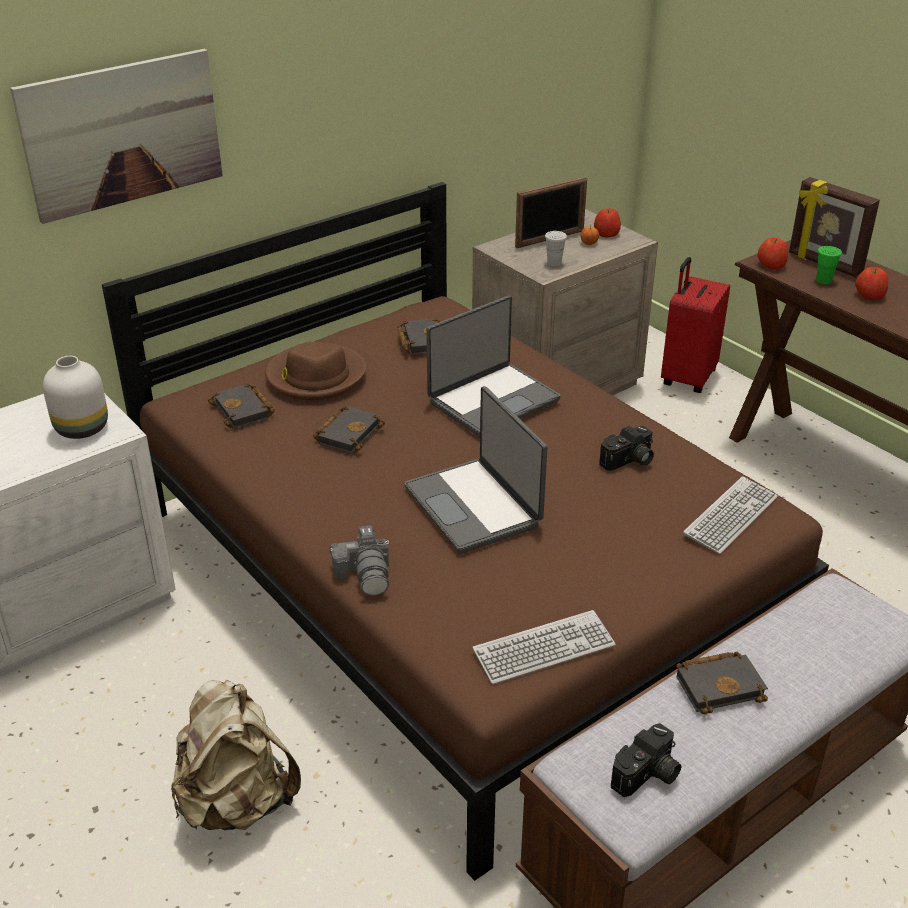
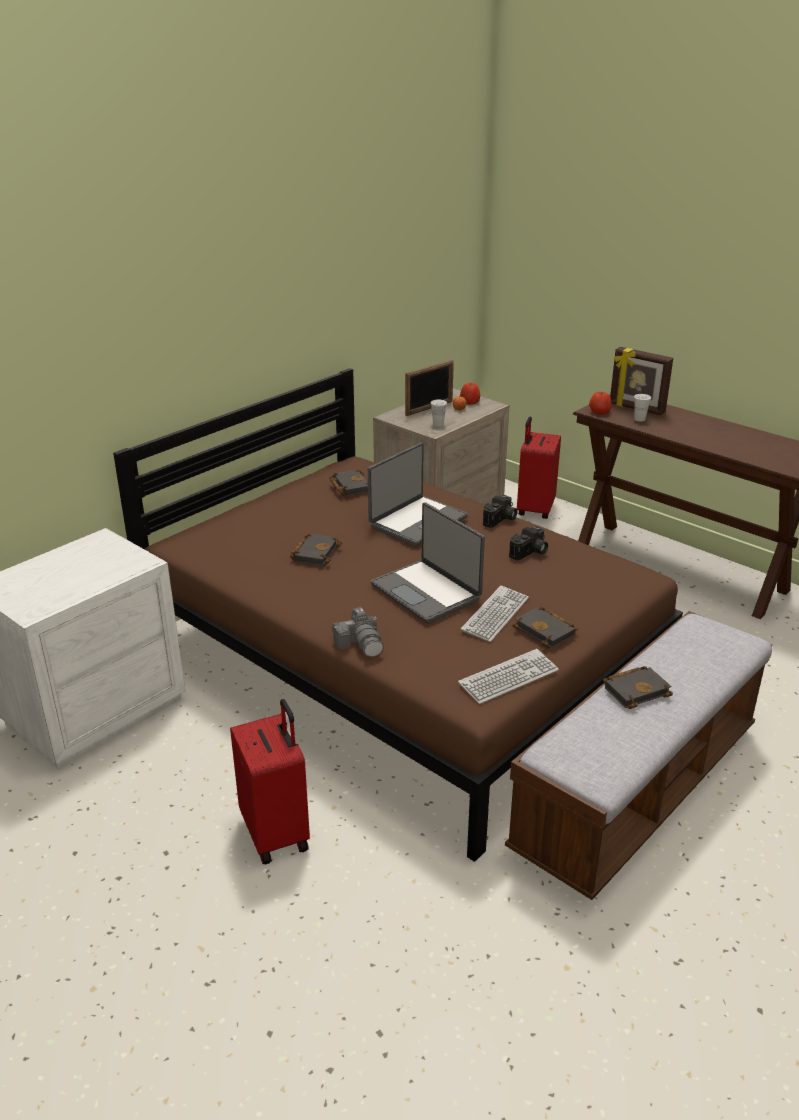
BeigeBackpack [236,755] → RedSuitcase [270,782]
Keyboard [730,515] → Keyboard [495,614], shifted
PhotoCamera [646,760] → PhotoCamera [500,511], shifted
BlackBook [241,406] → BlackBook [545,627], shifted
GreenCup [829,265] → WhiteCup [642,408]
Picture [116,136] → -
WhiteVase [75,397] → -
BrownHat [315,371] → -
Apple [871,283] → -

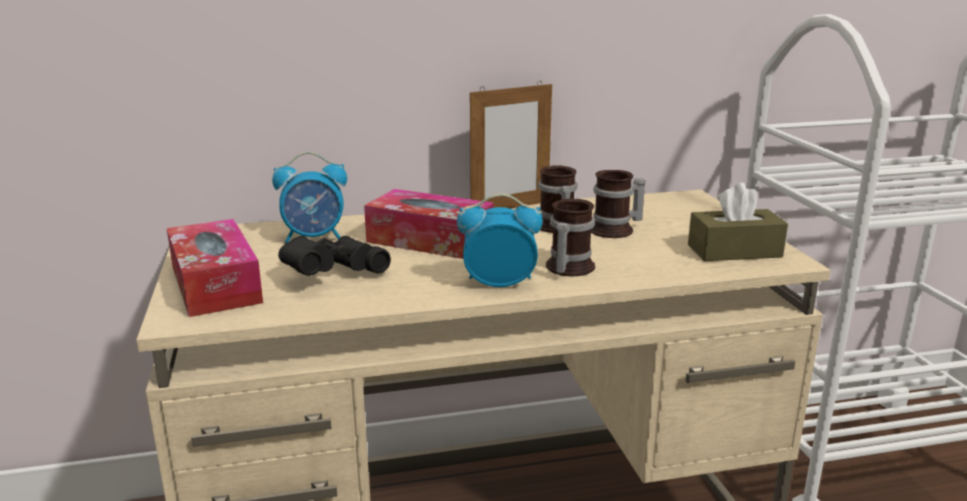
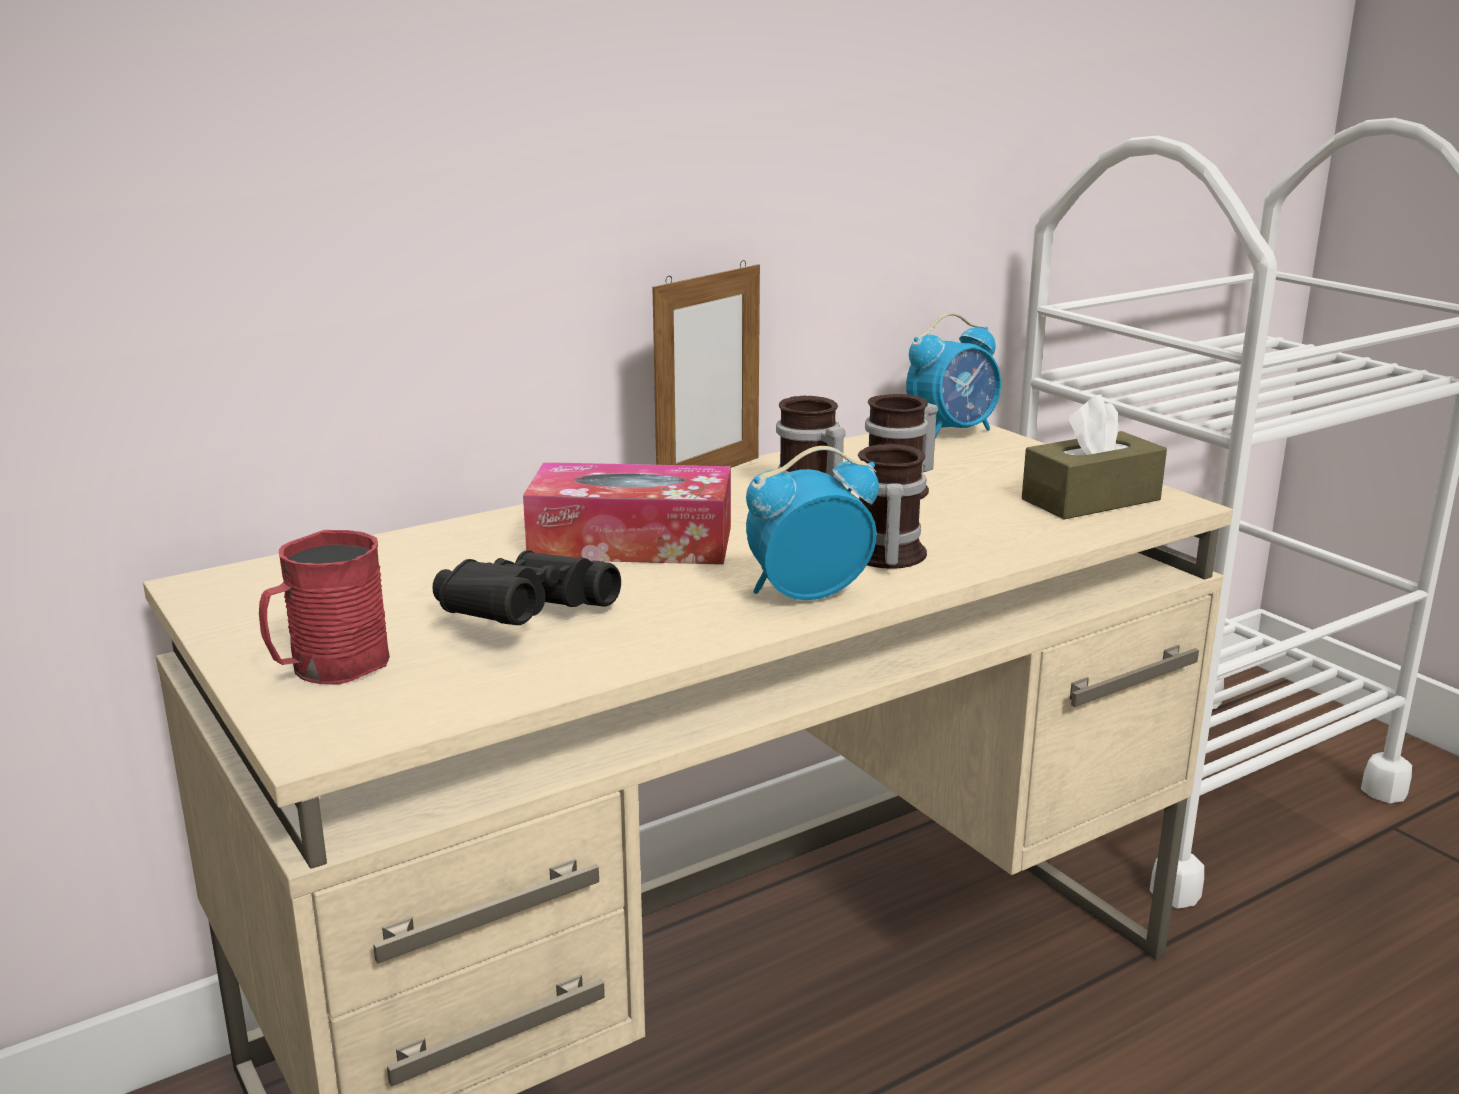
TissueBox [215,268] → RedMug [324,607]
AlarmClock [309,198] → AlarmClock [953,375], shifted

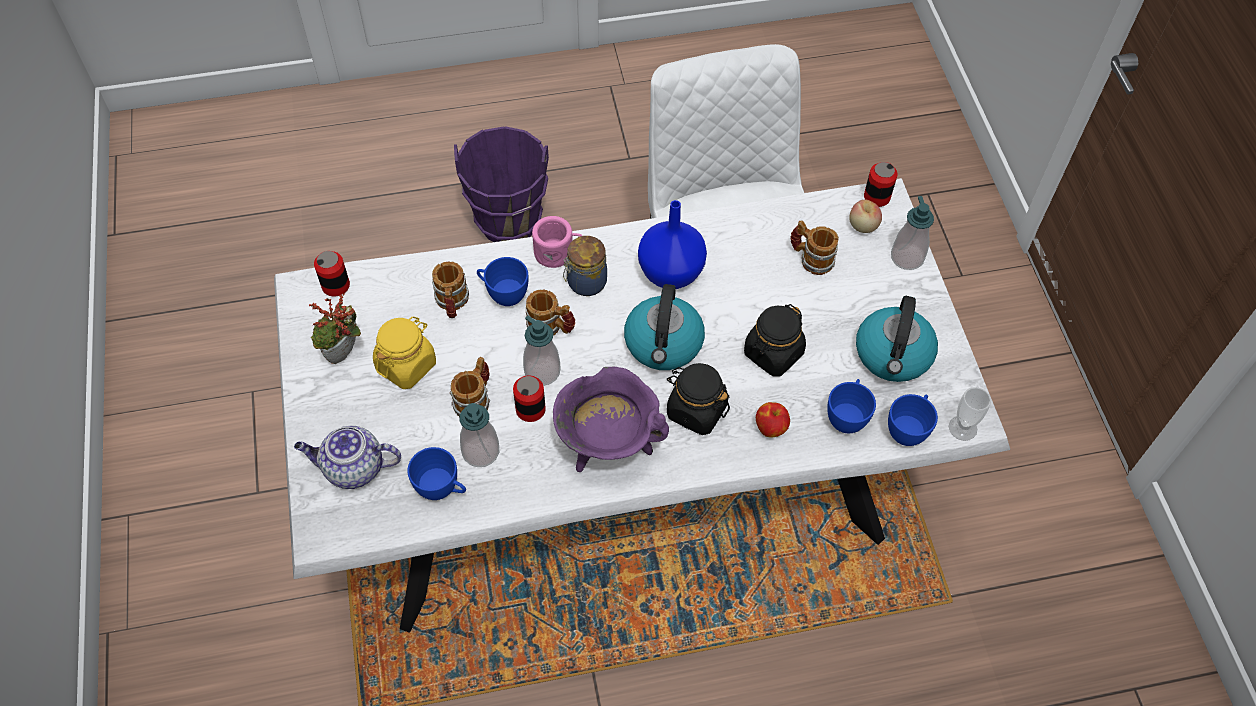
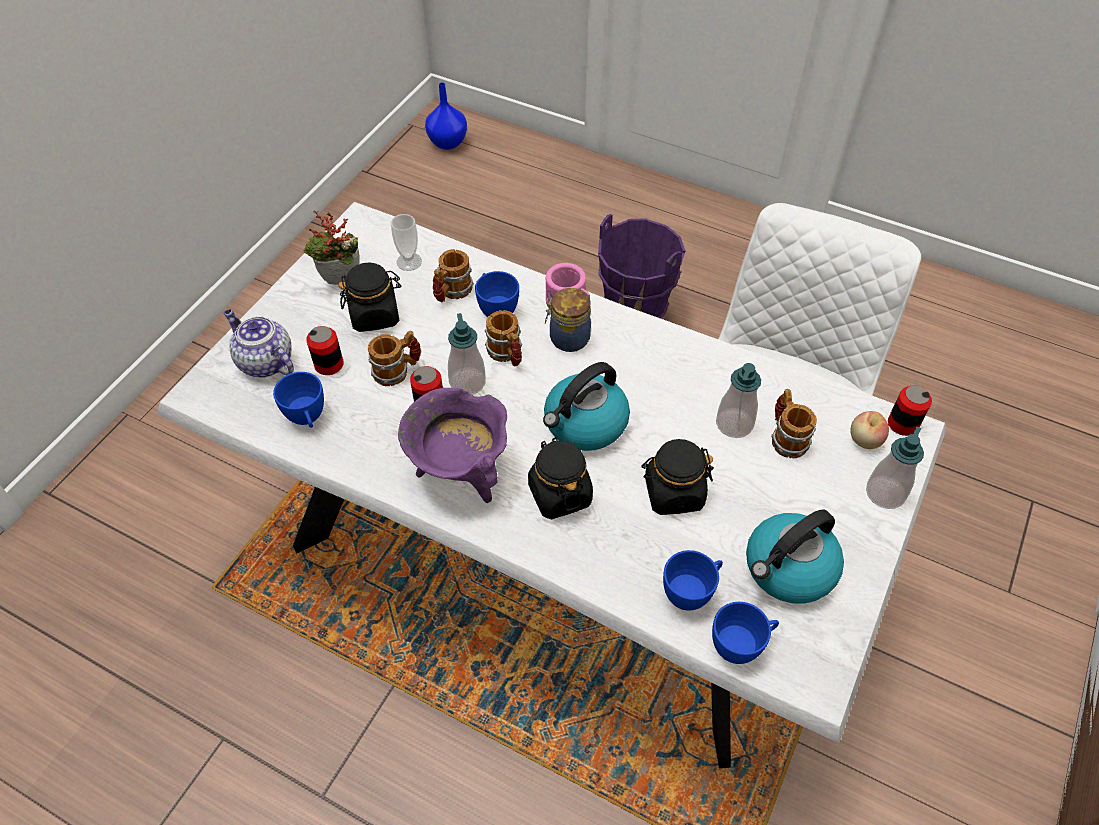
Can [332,274] → Can [325,350], shifted
YellowJar [404,352] → BlackJar [369,297]
Cup [970,414] → Cup [406,242], shifted
BlueVase [672,244] → BlueVase [446,116], shifted
SoapDispenser [479,435] → SoapDispenser [738,400], shifted
Apple [773,419] → -

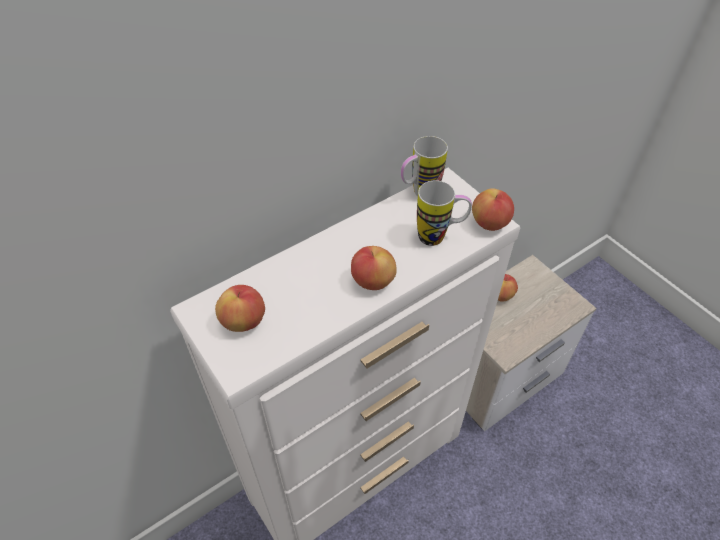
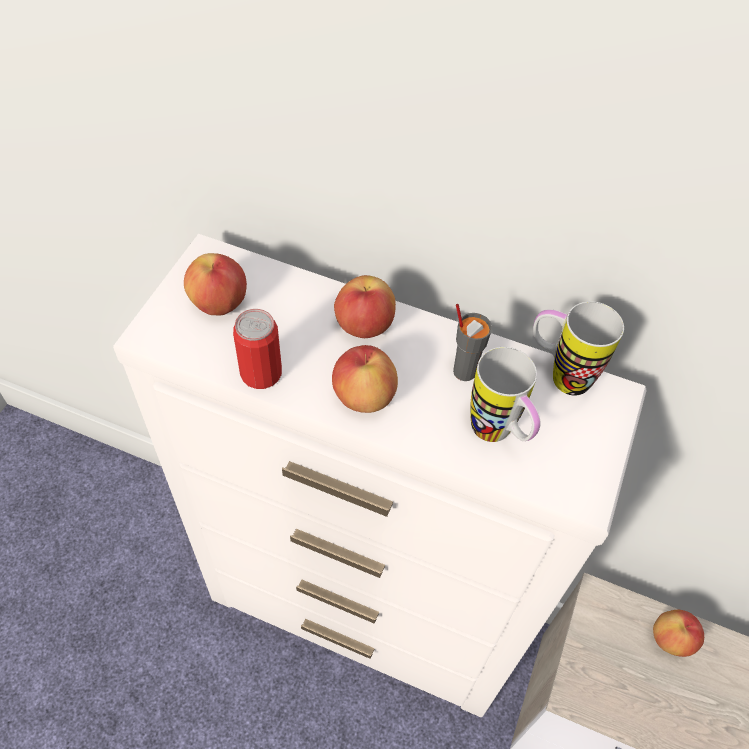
- → Can [257,349]
Apple [493,209] → Apple [365,306], shifted
- → GreyCup [472,342]

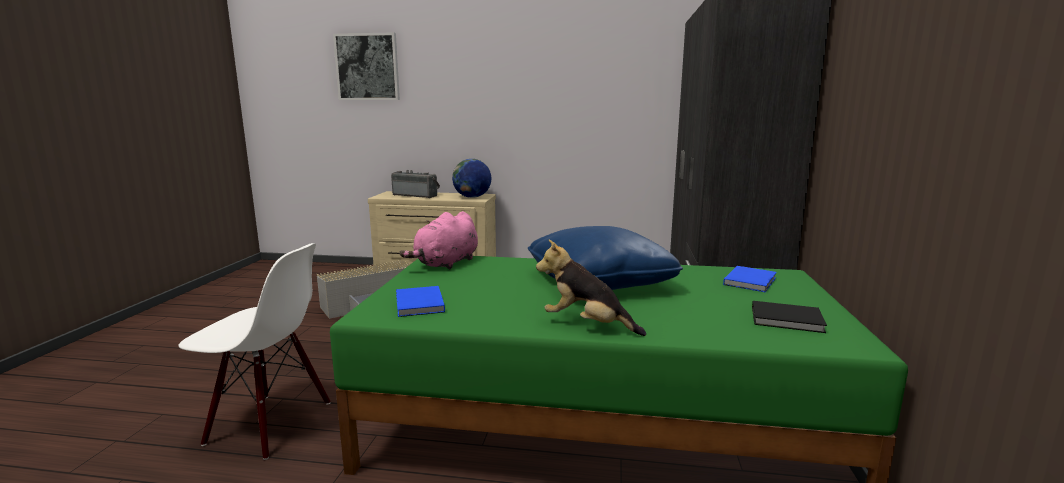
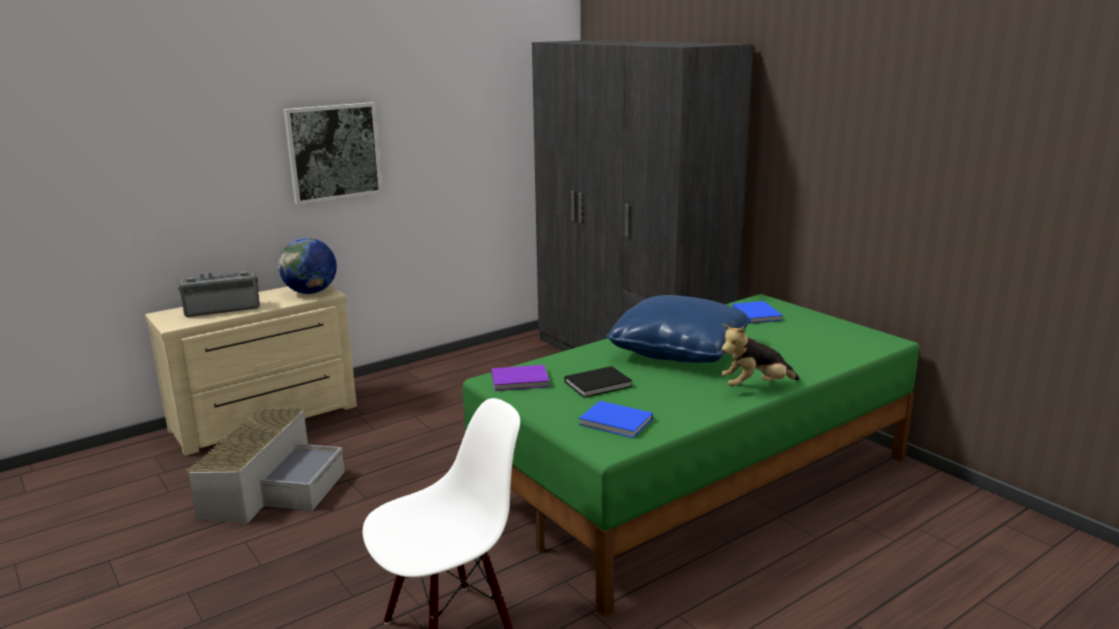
Picture [366,66] → Picture [332,153], shifted
PinkPlushToy [438,240] → PurpleBook [521,378]
BlackBook [789,317] → BlackBook [598,382], shifted

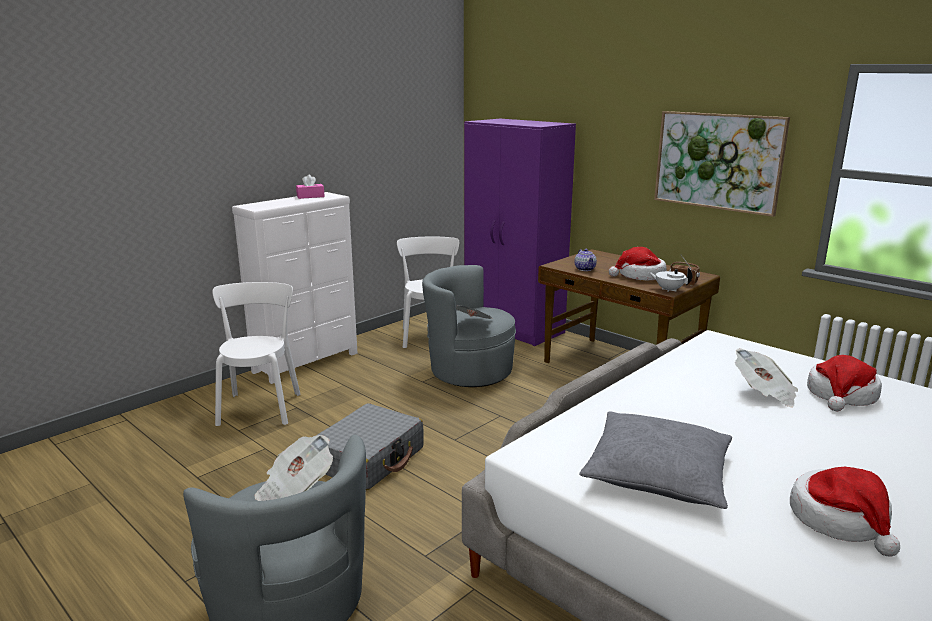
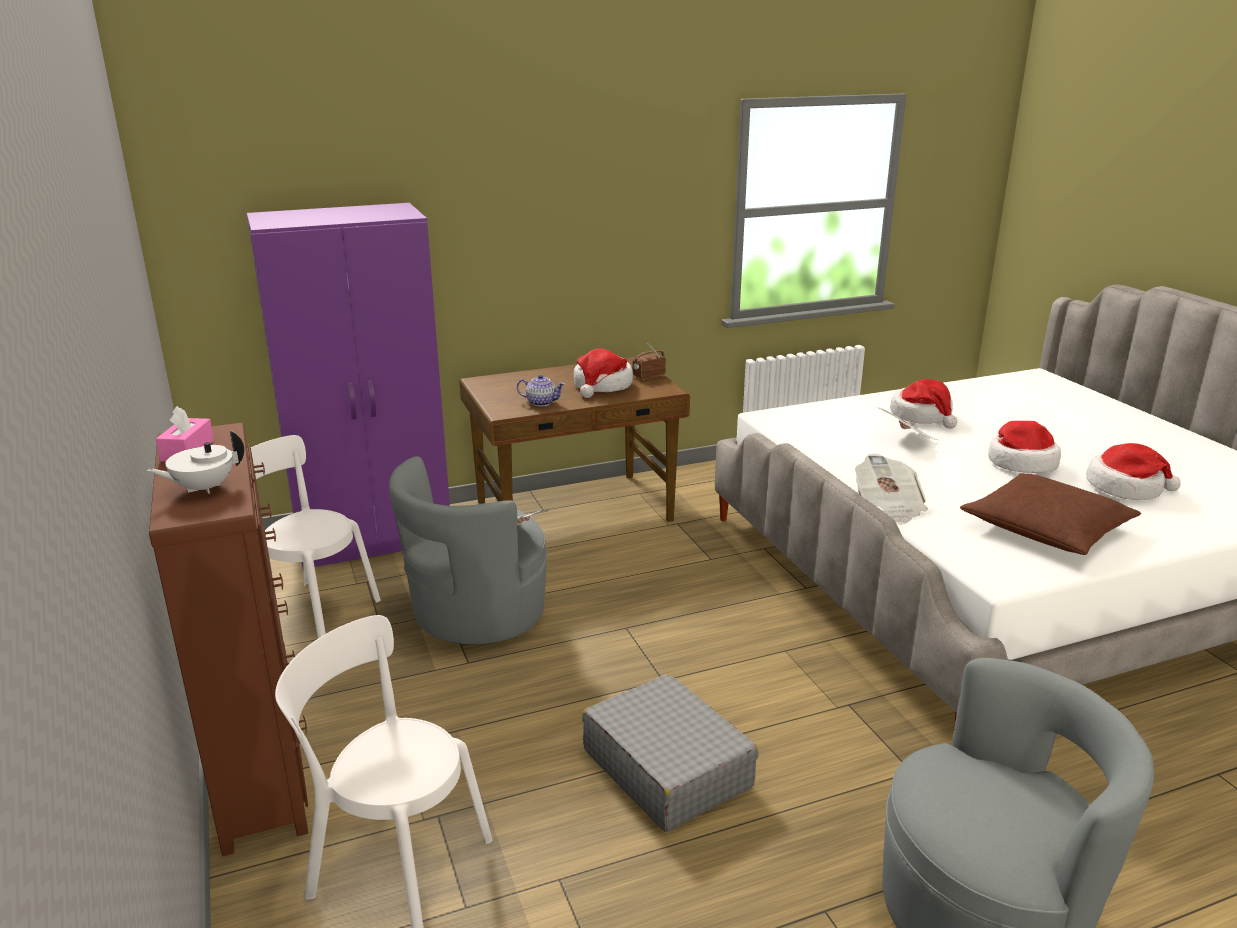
WhiteTeapot [670,279] → WhiteTeapot [195,462], shifted
WhiteDresser [295,288] → BrownDresser [228,639]
Newspaper [293,468] → Newspaper [891,489], shifted
GreyPillow [655,460] → BrownPillow [1050,514]
- → Hat [1024,447]
Picture [722,164] → -

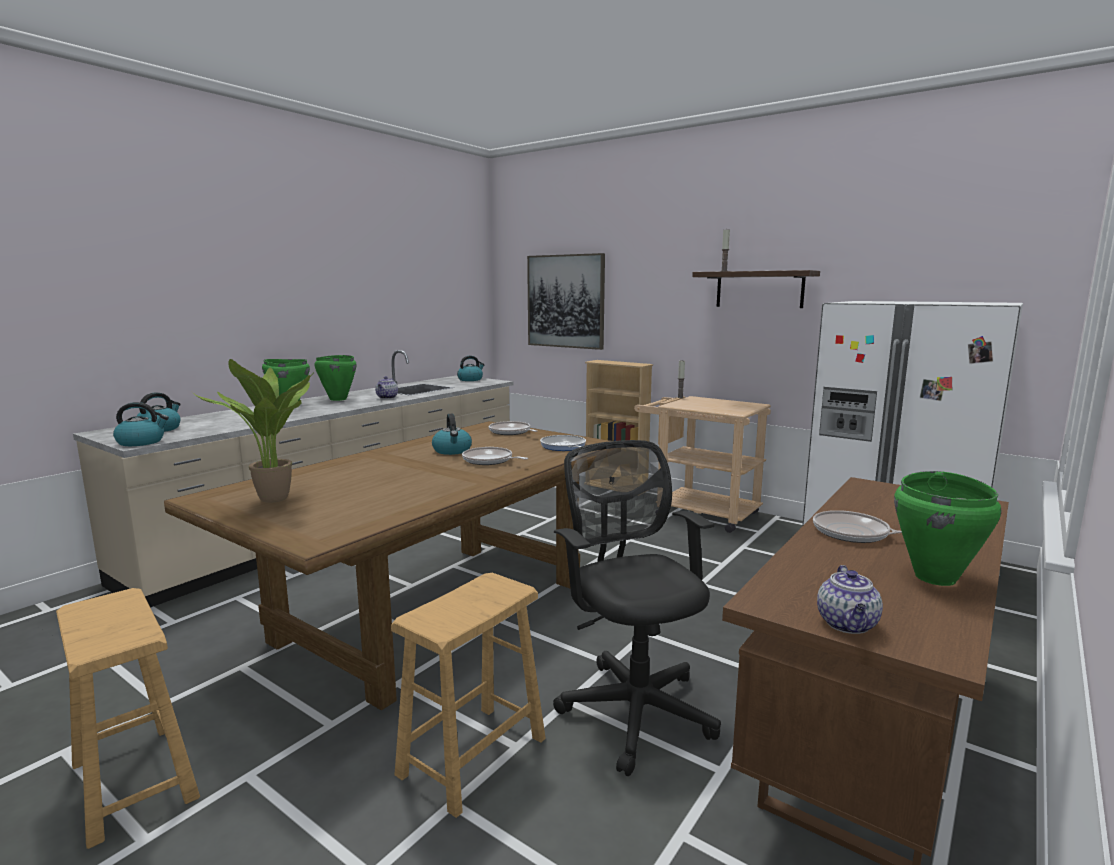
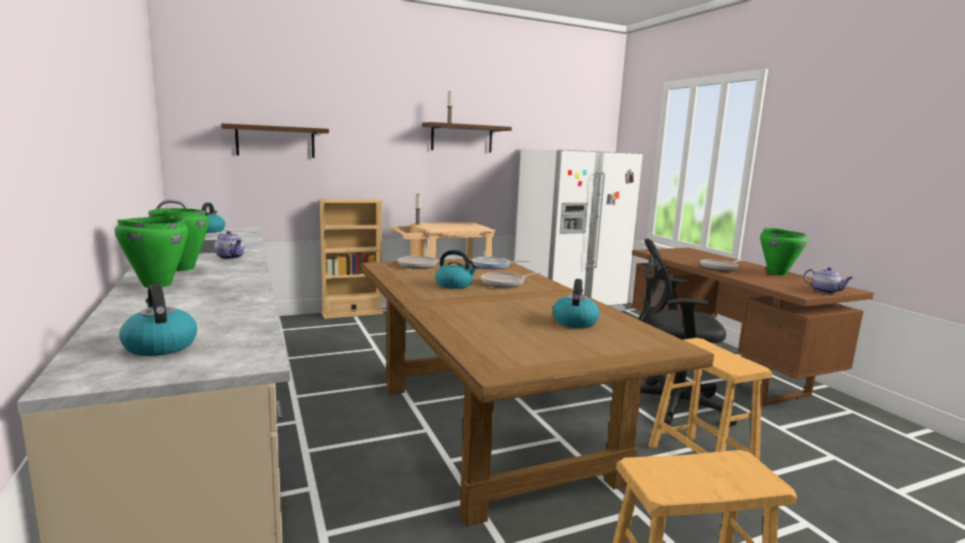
Picture [566,301] → Shelf [275,140]
Kettle [141,424] → Kettle [576,303], shifted
PottedPlant [253,431] → -

